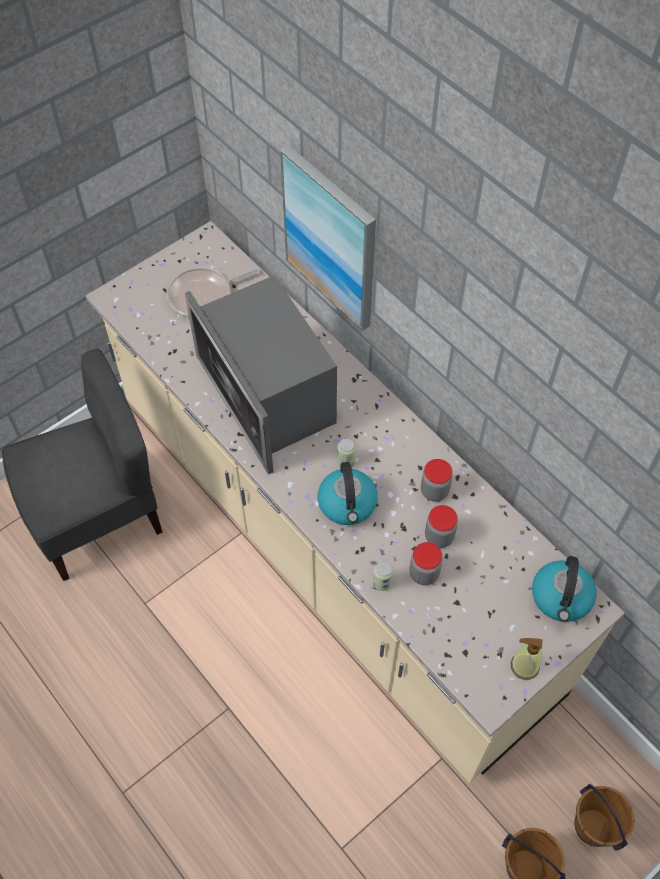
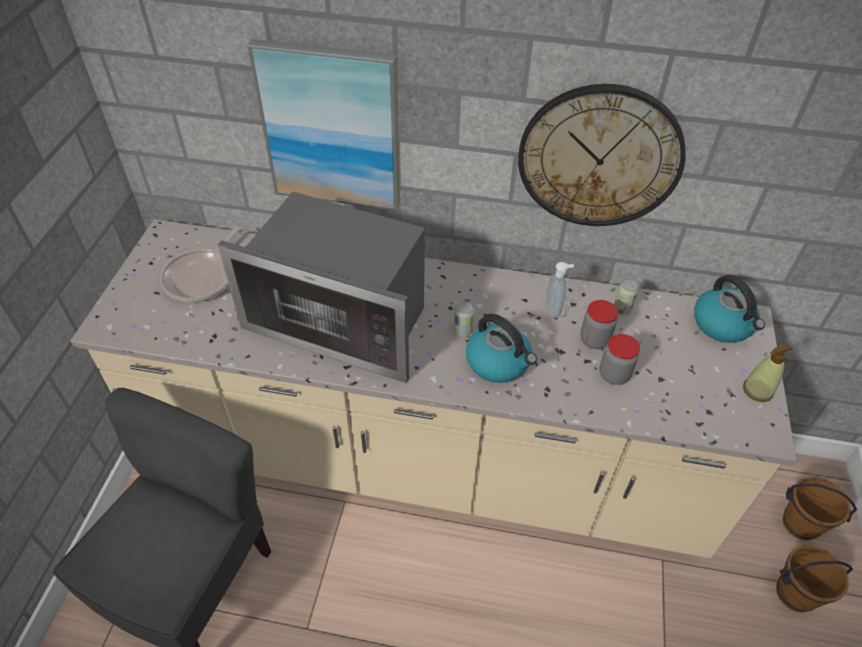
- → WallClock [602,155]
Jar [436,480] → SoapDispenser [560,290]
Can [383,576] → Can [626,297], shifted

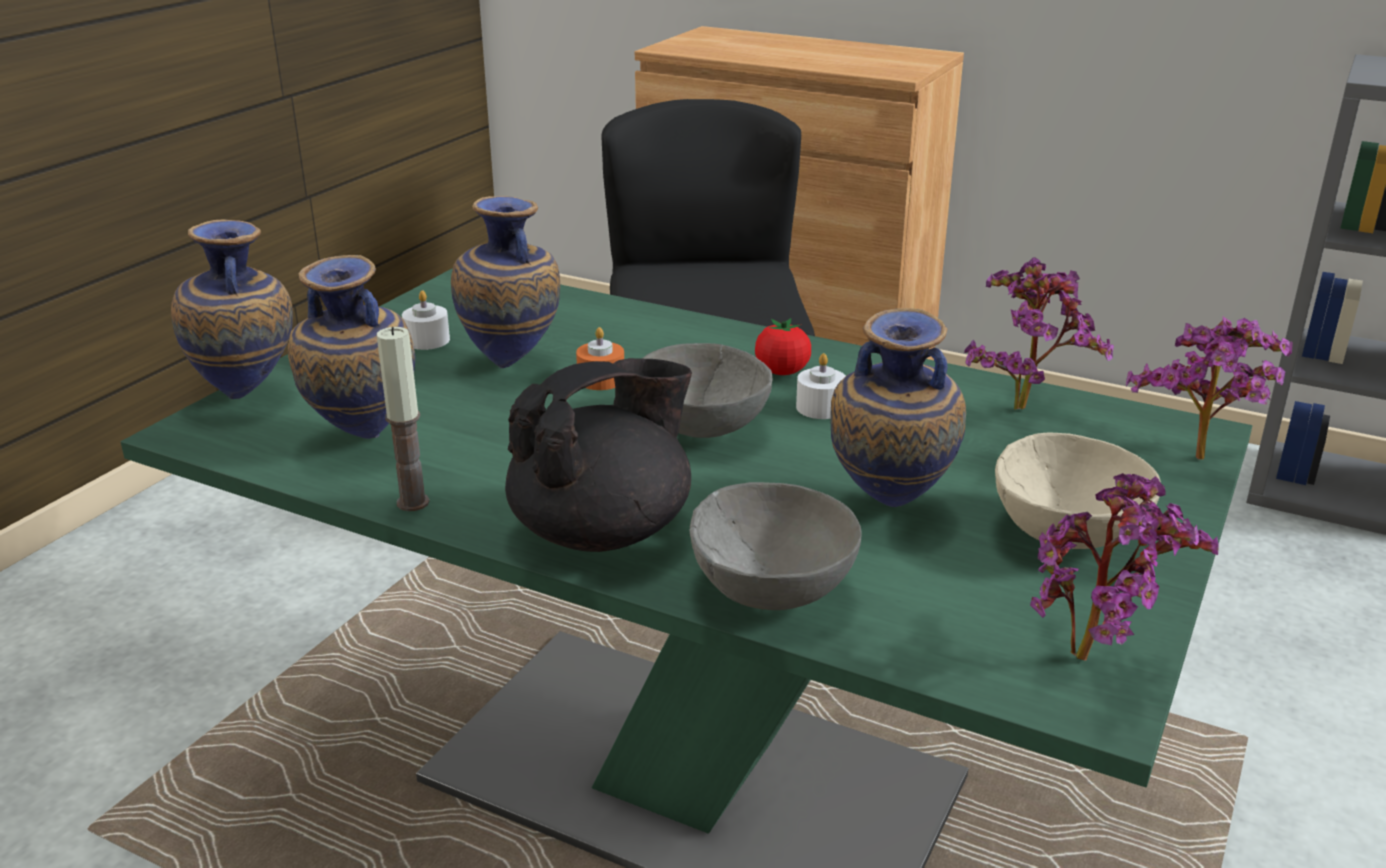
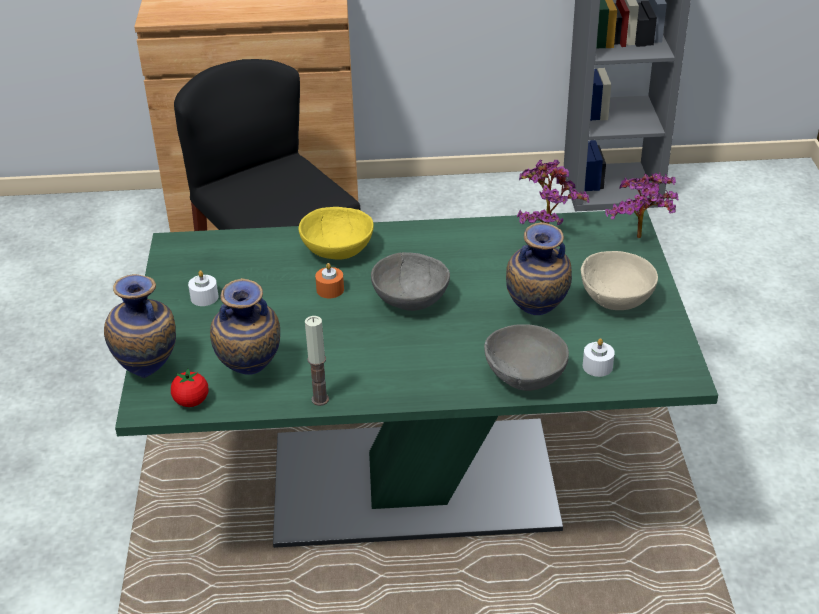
Tomato [783,346] → Tomato [189,388], shifted
- → YellowBowl [336,233]
WhiteCandle [821,386] → WhiteCandle [599,357], shifted
Vase [505,282] → -
BlackTeapot [598,455] → -
PottedPlant [1124,567] → -

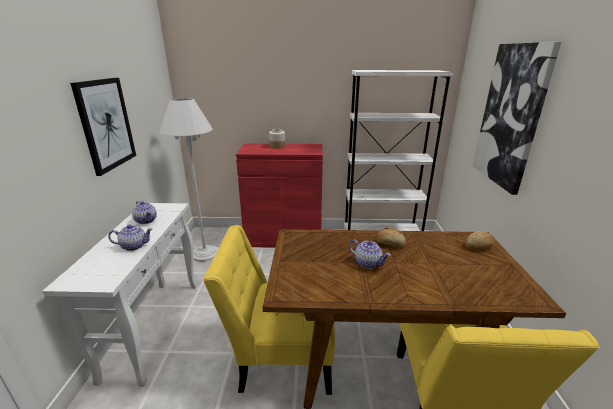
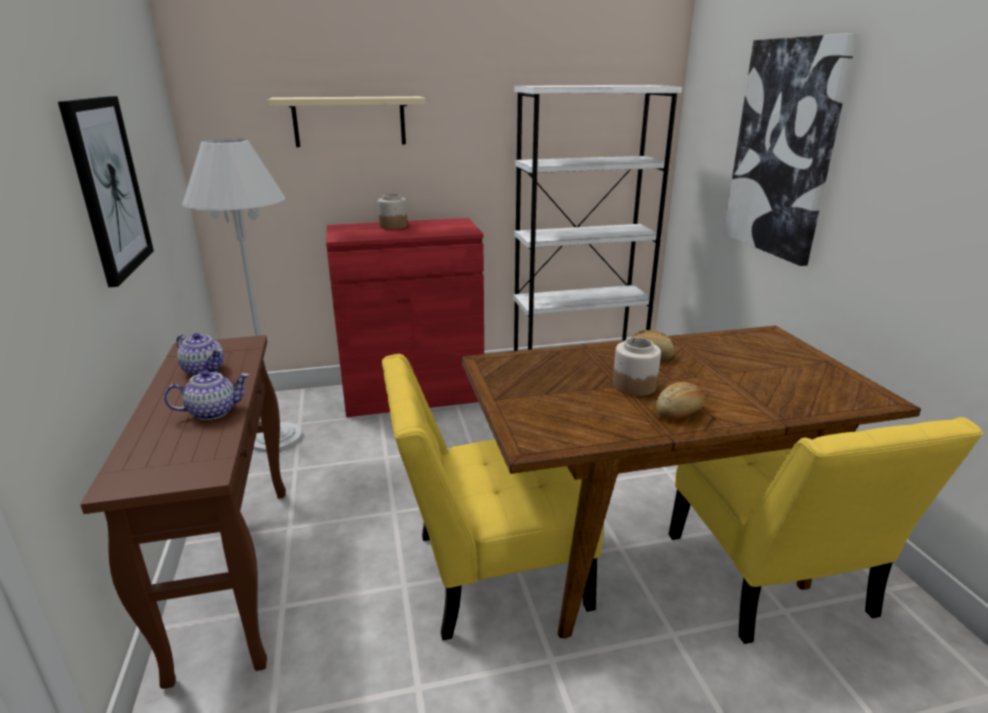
WhiteConsoleTable [120,295] → BrownConsoleTable [183,512]
- → BeigeShelf [346,121]
Teapot [370,254] → Jar [637,366]
Bread [480,240] → Bread [680,401], shifted

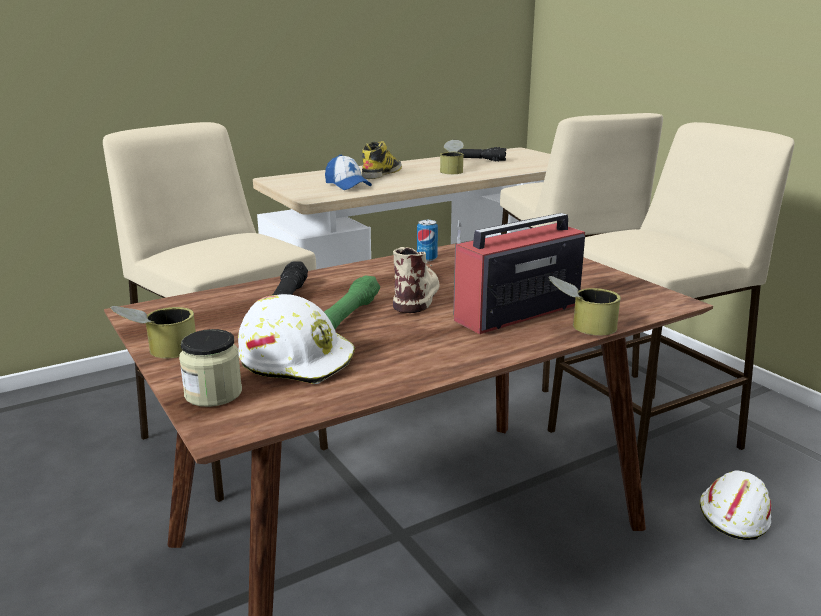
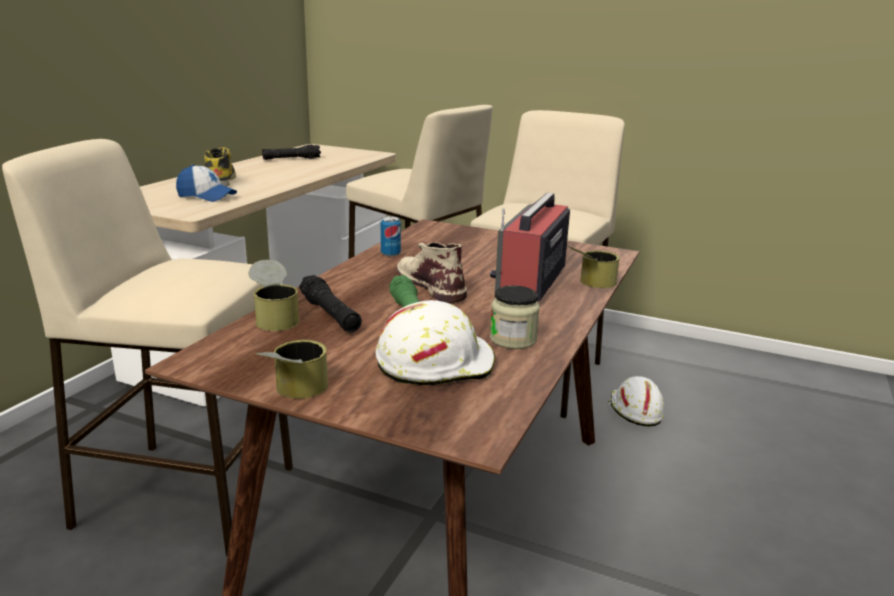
Can [452,157] → Can [274,295], shifted
Jar [210,368] → Jar [515,317], shifted

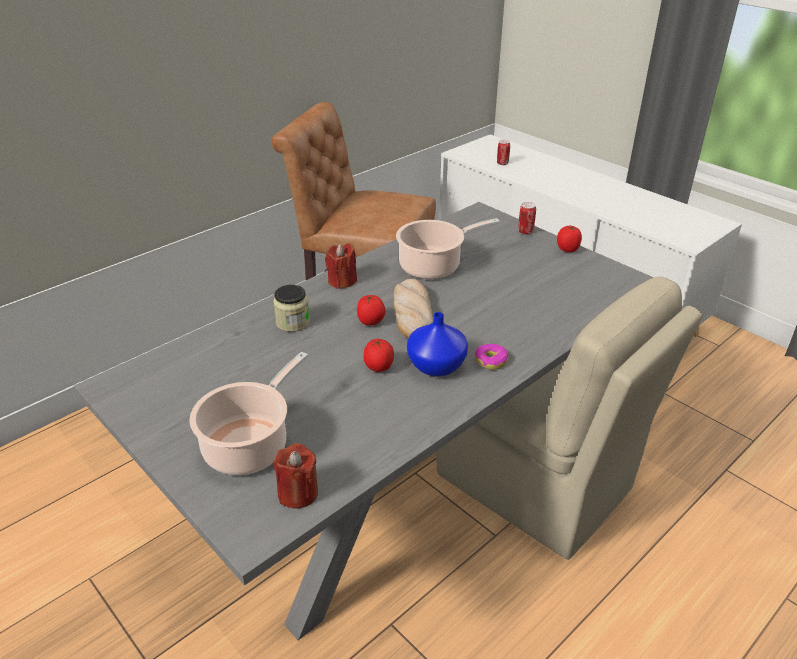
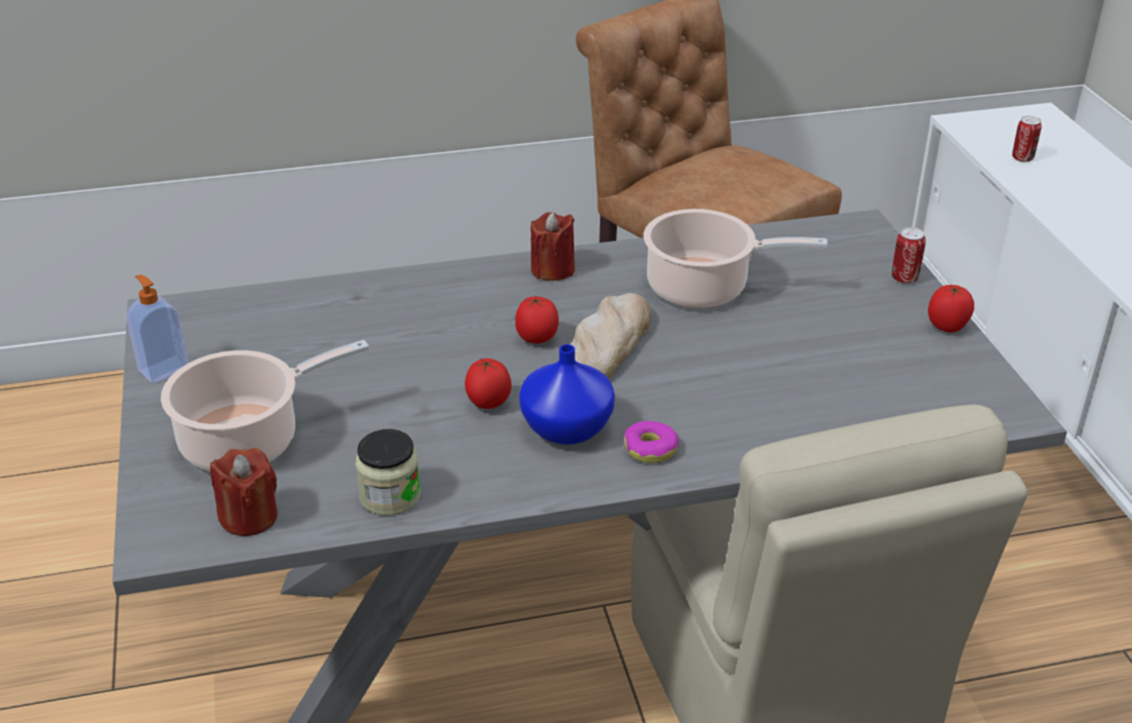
- → SoapDispenser [157,329]
Jar [291,308] → Jar [388,472], shifted

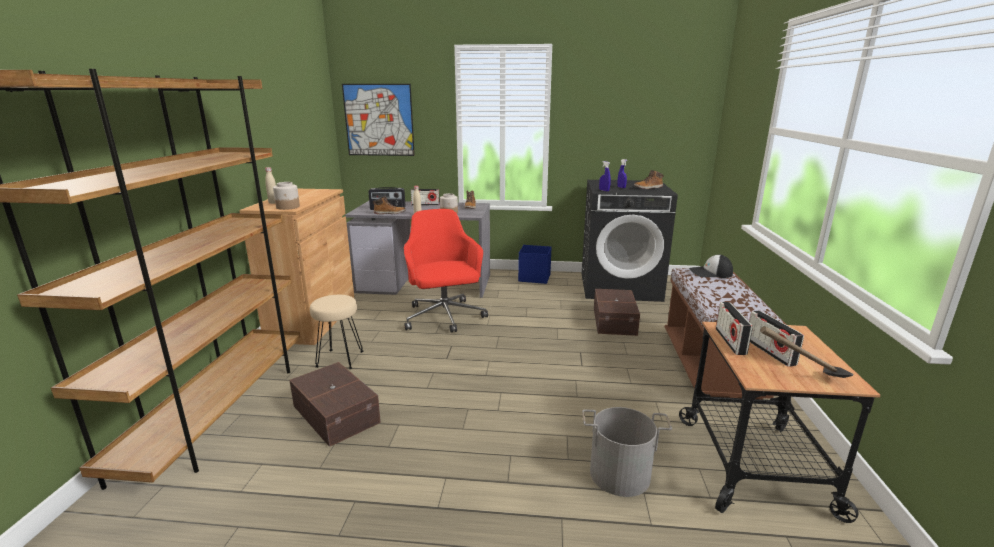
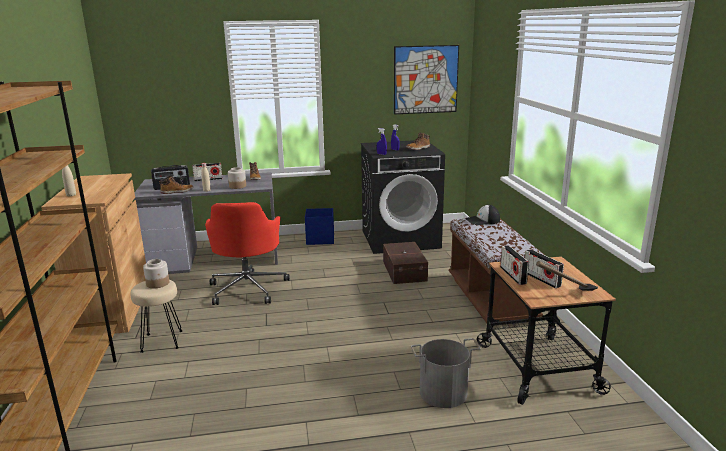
Jar [286,196] → Jar [156,273], shifted
RedOfficeChair [446,271] → RedOfficeChair [247,253], 150 degrees counterclockwise
Picture [378,120] → Picture [426,79], shifted
BrownStorageBox [335,404] → -

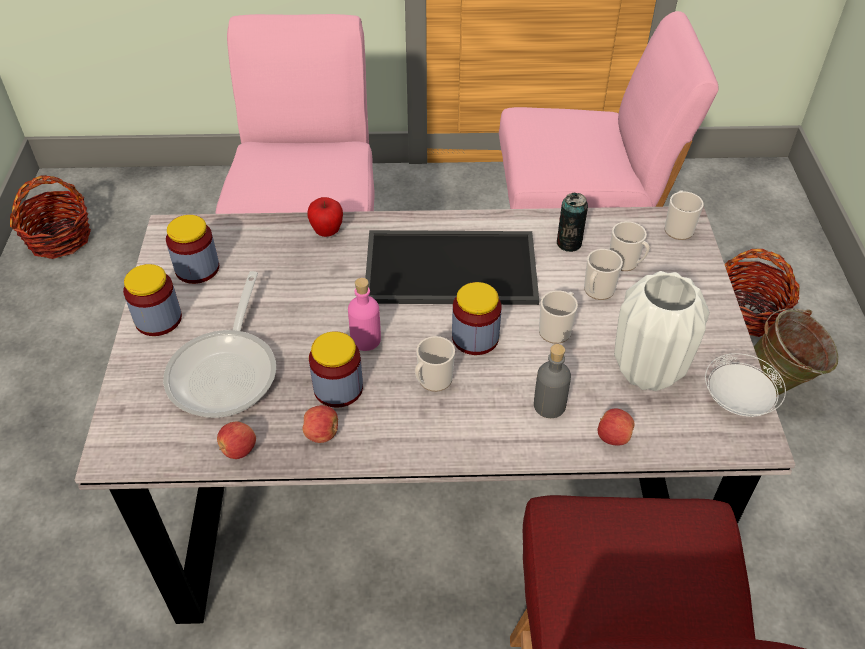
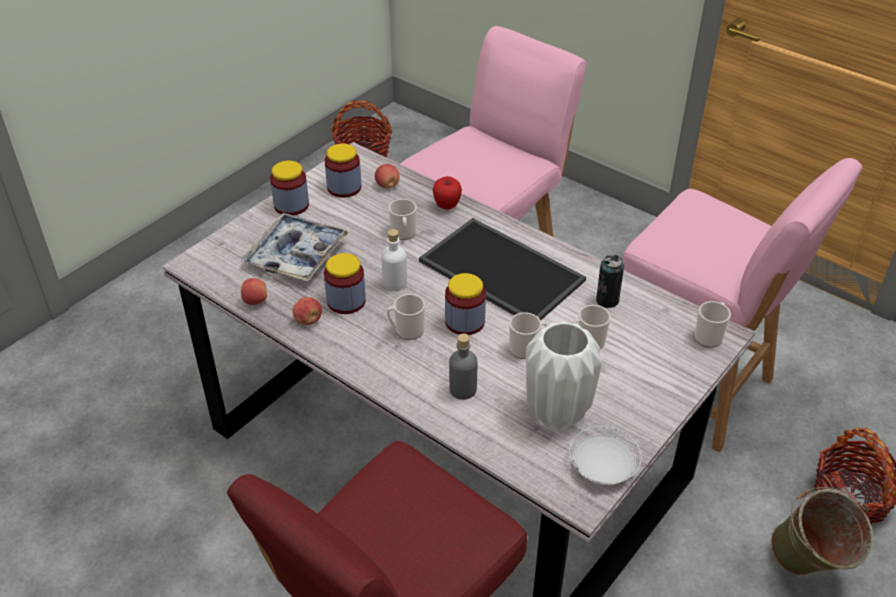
FryingPan [219,344] → Tray [295,247]
Apple [616,427] → Apple [387,176], shifted
PinkBottle [364,314] → WhiteBottle [394,260]
Mug [629,246] → Mug [403,219], shifted

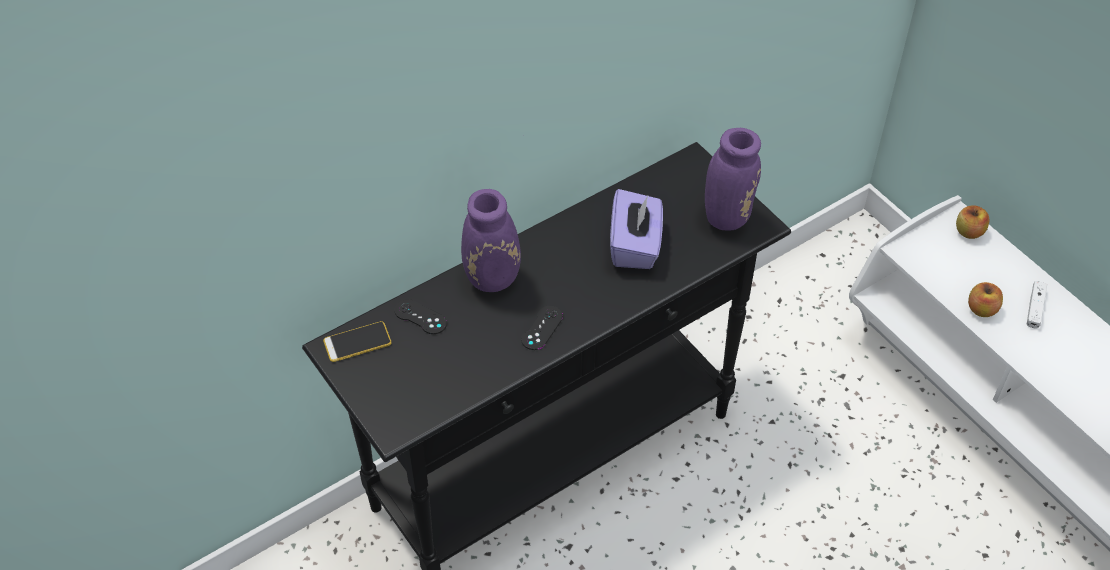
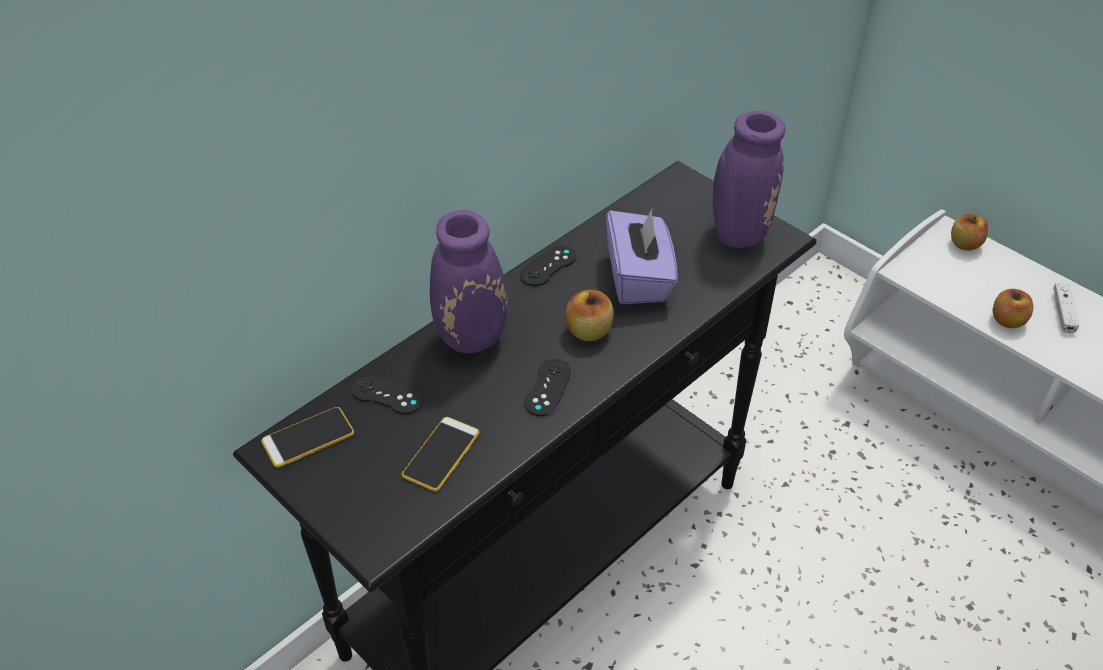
- → Phone [441,454]
- → BlackGameController [547,265]
- → Apple [589,315]

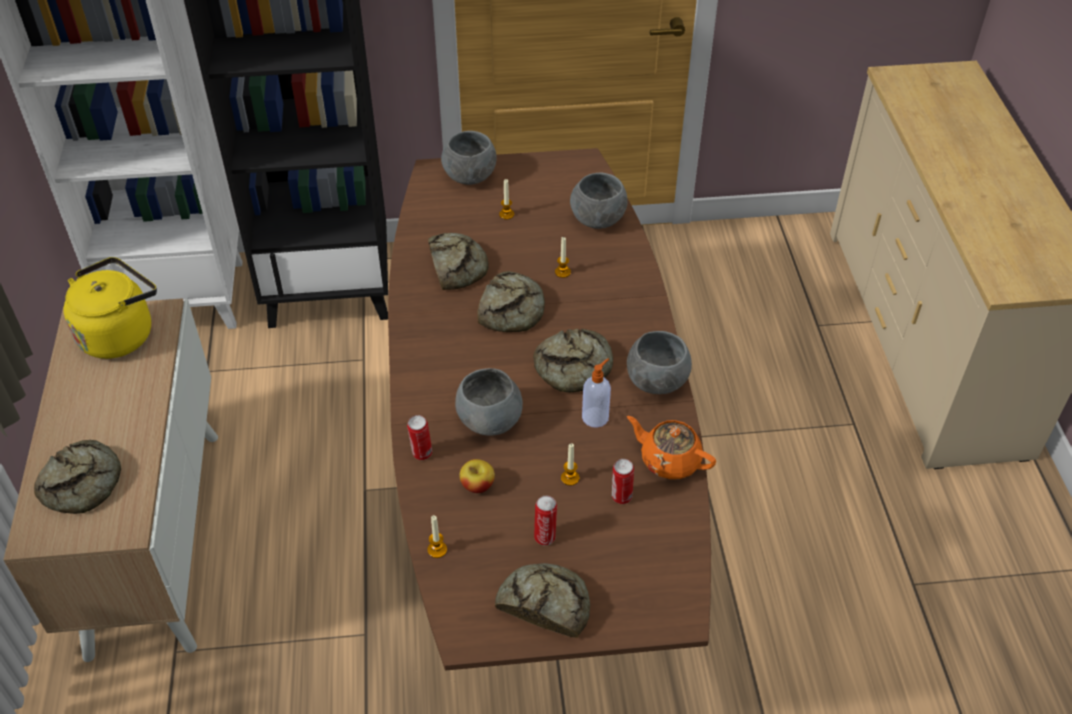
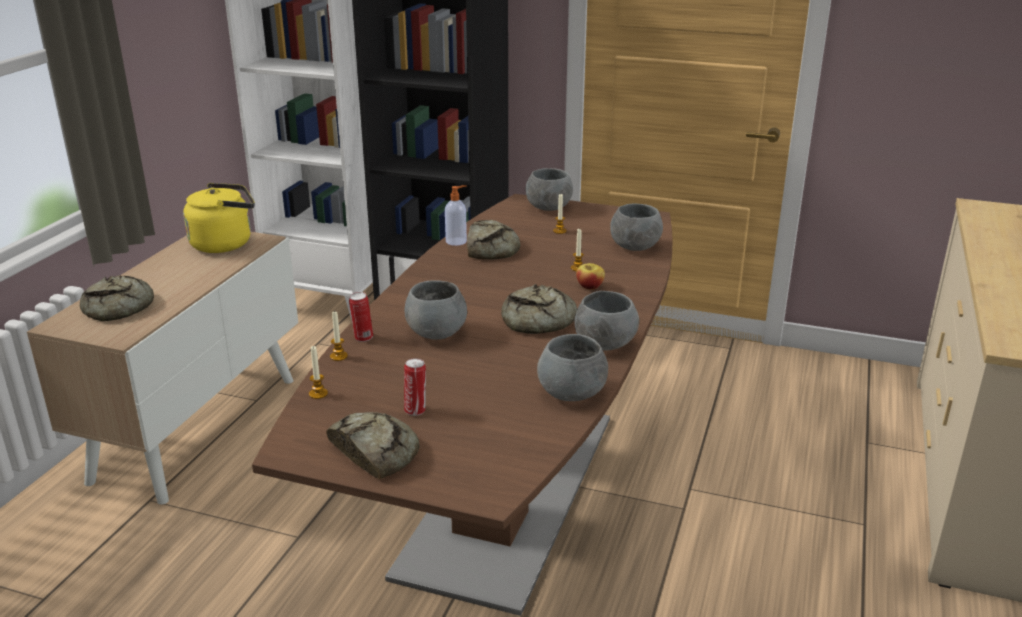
Candle [570,464] → Candle [339,335], shifted
SoapDispenser [596,393] → SoapDispenser [456,215], shifted
OrangeTeapot [671,447] → GreyBowl [572,367]
Apple [477,476] → Apple [590,276], shifted
Bread [511,301] → -
Can [623,481] → -

